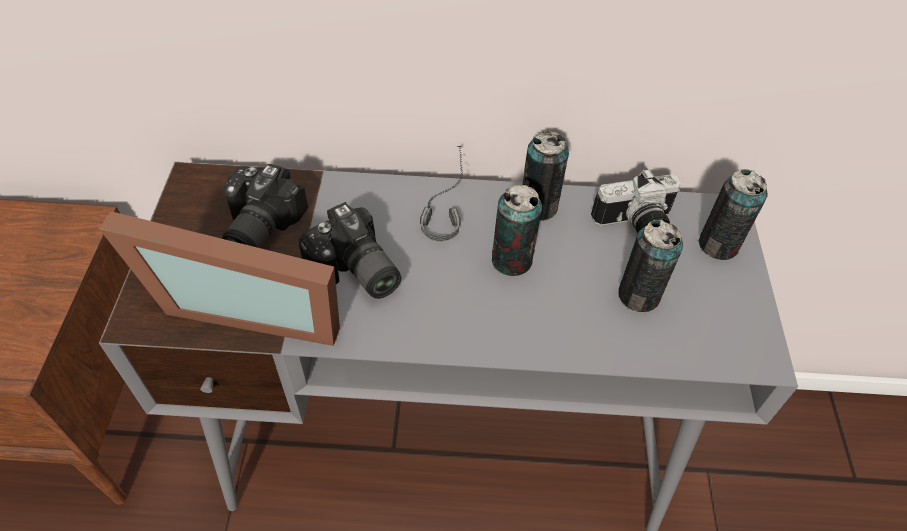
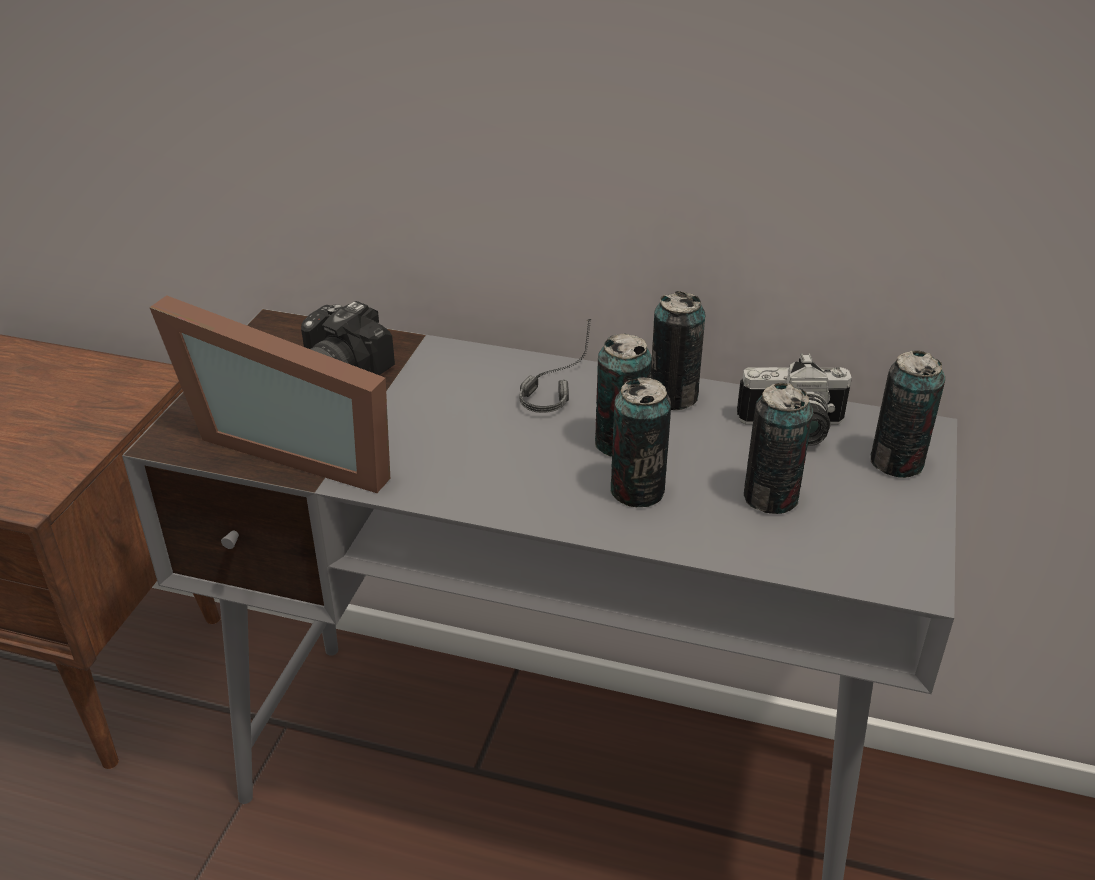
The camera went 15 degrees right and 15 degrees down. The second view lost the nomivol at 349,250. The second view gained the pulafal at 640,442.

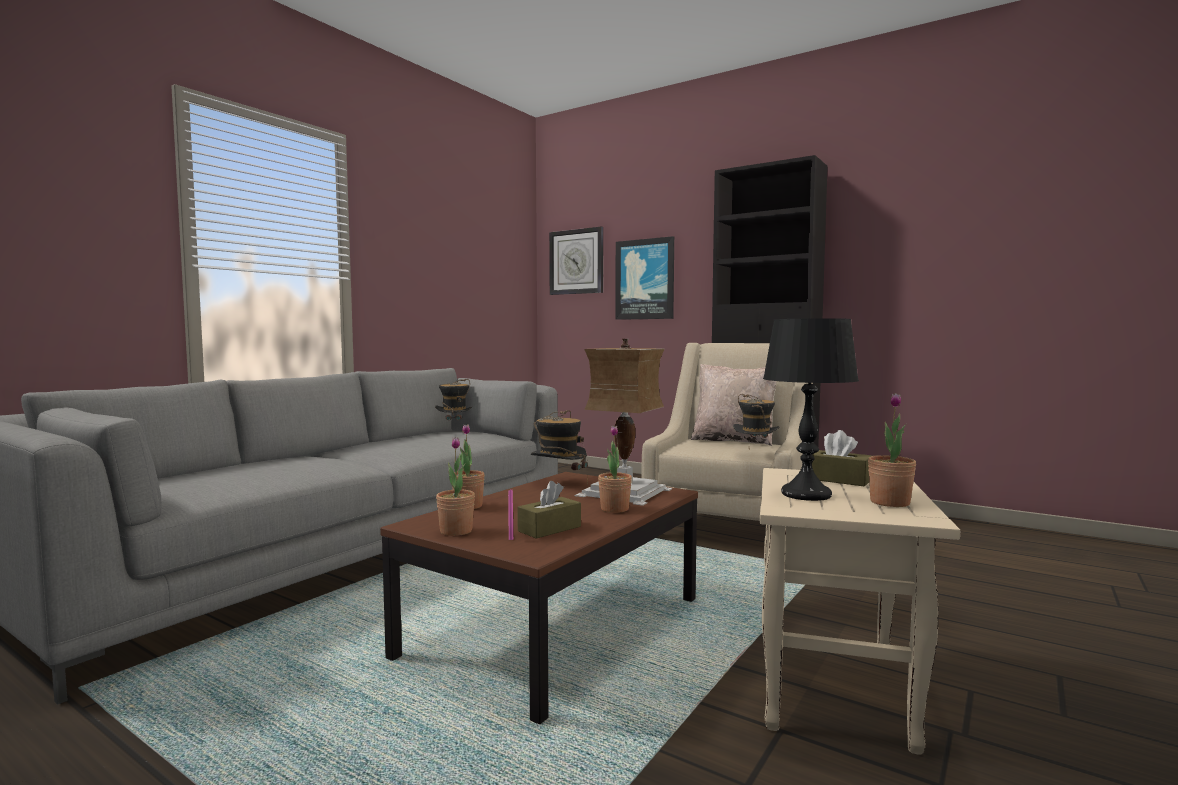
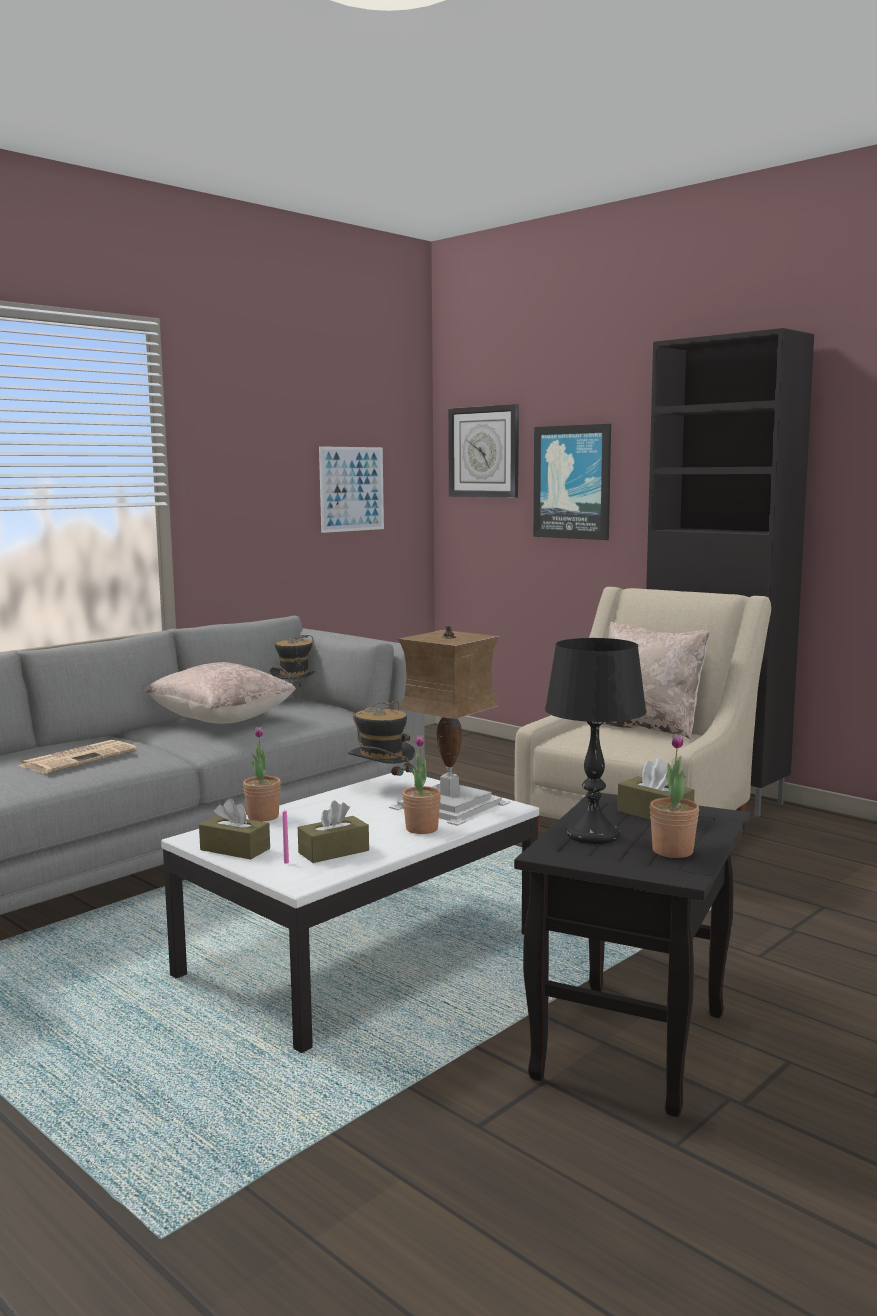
The camera went 10 degrees right and 5 degrees up. What was the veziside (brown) at 539,598 turned into the veziside (white) at 350,912. Where the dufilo stood at 455,486, the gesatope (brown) came to stand at 234,829. The second view lost the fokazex at 756,416. What was the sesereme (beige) at 860,611 turned into the sesereme (black) at 632,955. The second view gained the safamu at 77,757. The second view gained the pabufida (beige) at 220,693. The second view gained the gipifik at 351,489.

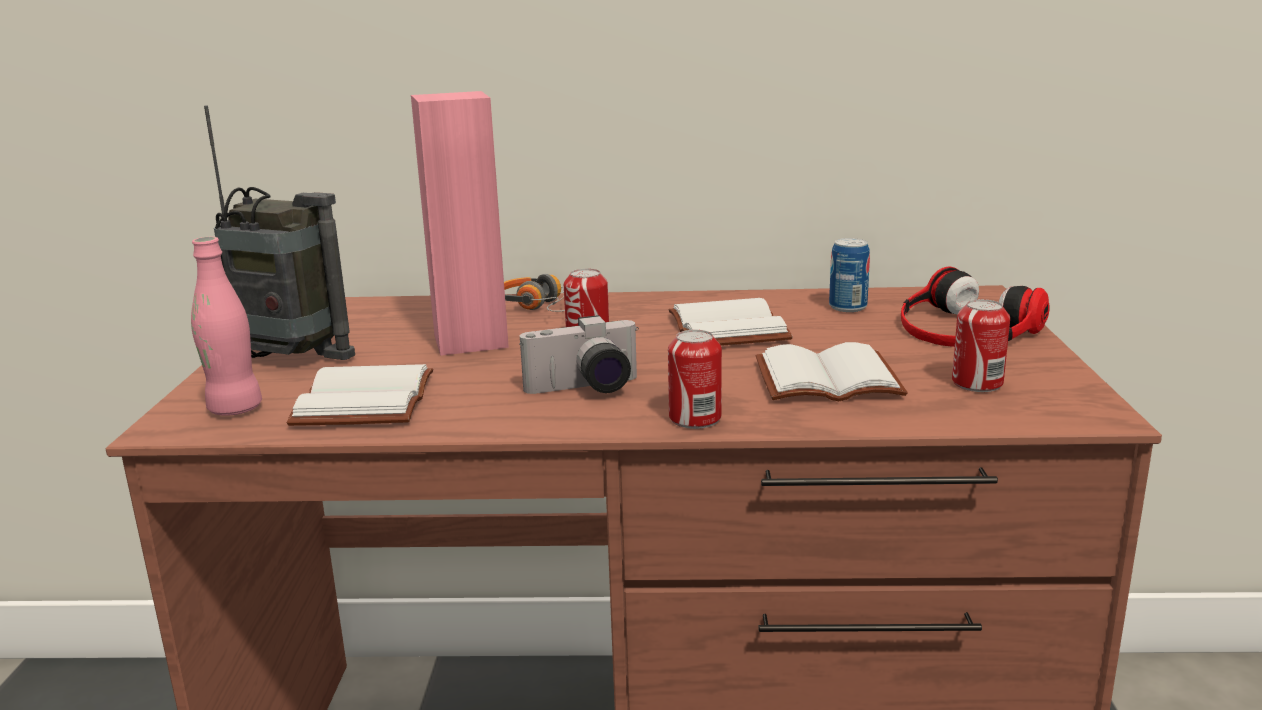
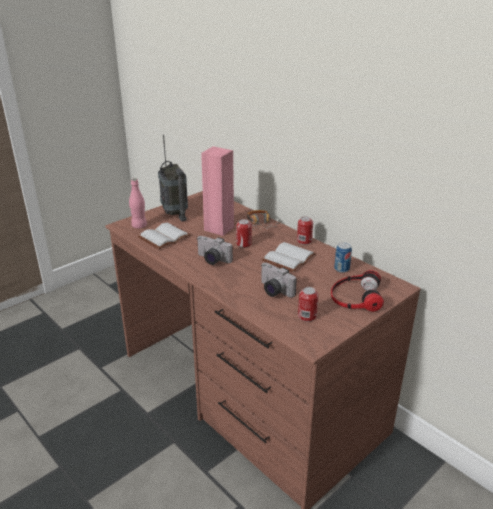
The camera went 45 degrees right and 10 degrees up. The pulafal ended up elsewhere, having gone from 695,379 to 305,230. Where the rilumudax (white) stood at 832,371, the nomivol came to stand at 279,280.

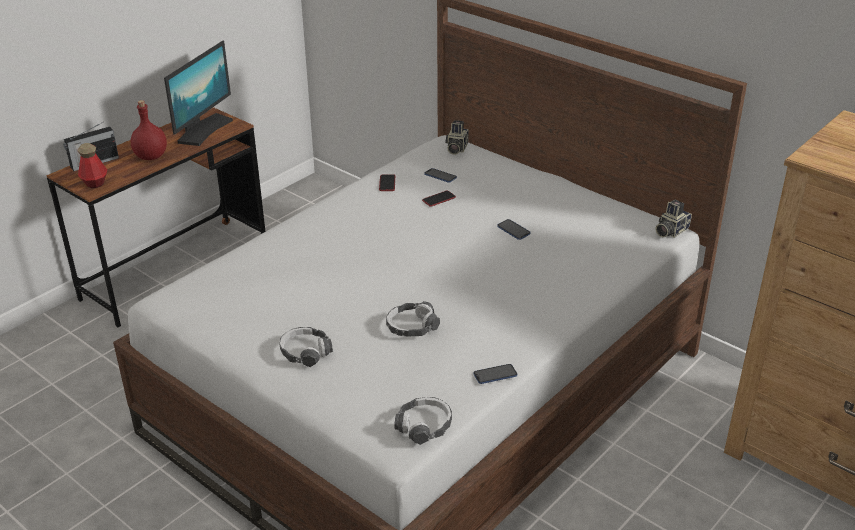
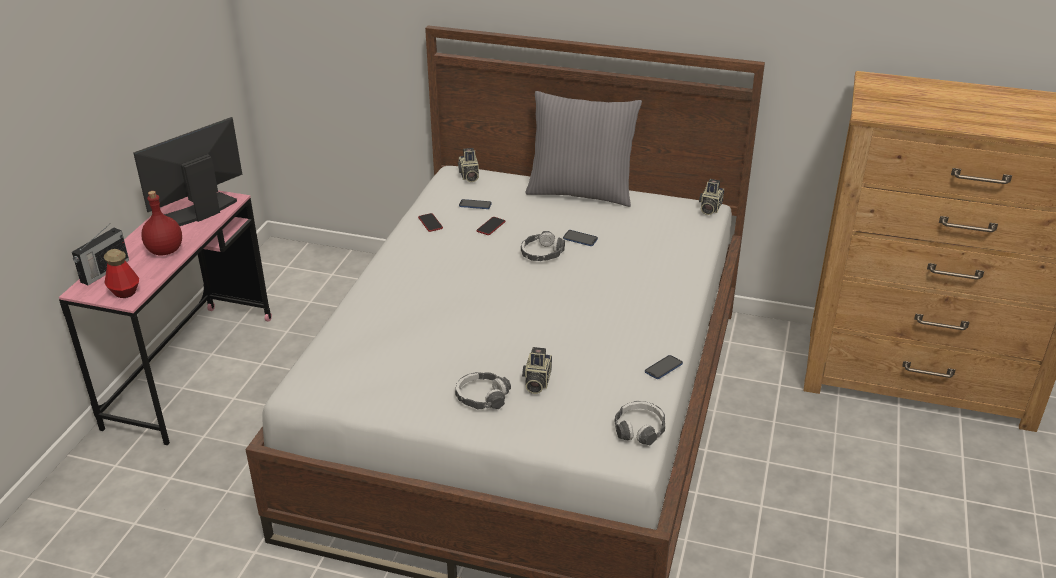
The camera went 25 degrees left and 0 degrees up. What was the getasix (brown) at 156,217 turned into the getasix (pink) at 165,317. The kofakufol at 198,93 ended up facing another way, 135 degrees counterclockwise from before. The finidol ended up elsewhere, having gone from 413,319 to 543,246. The second view gained the nomivol at 537,370. The second view gained the pabufida (grey) at 583,149.

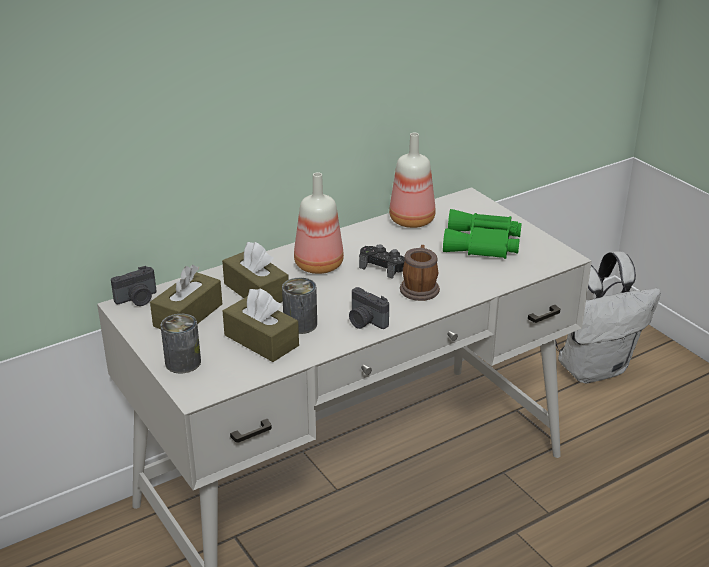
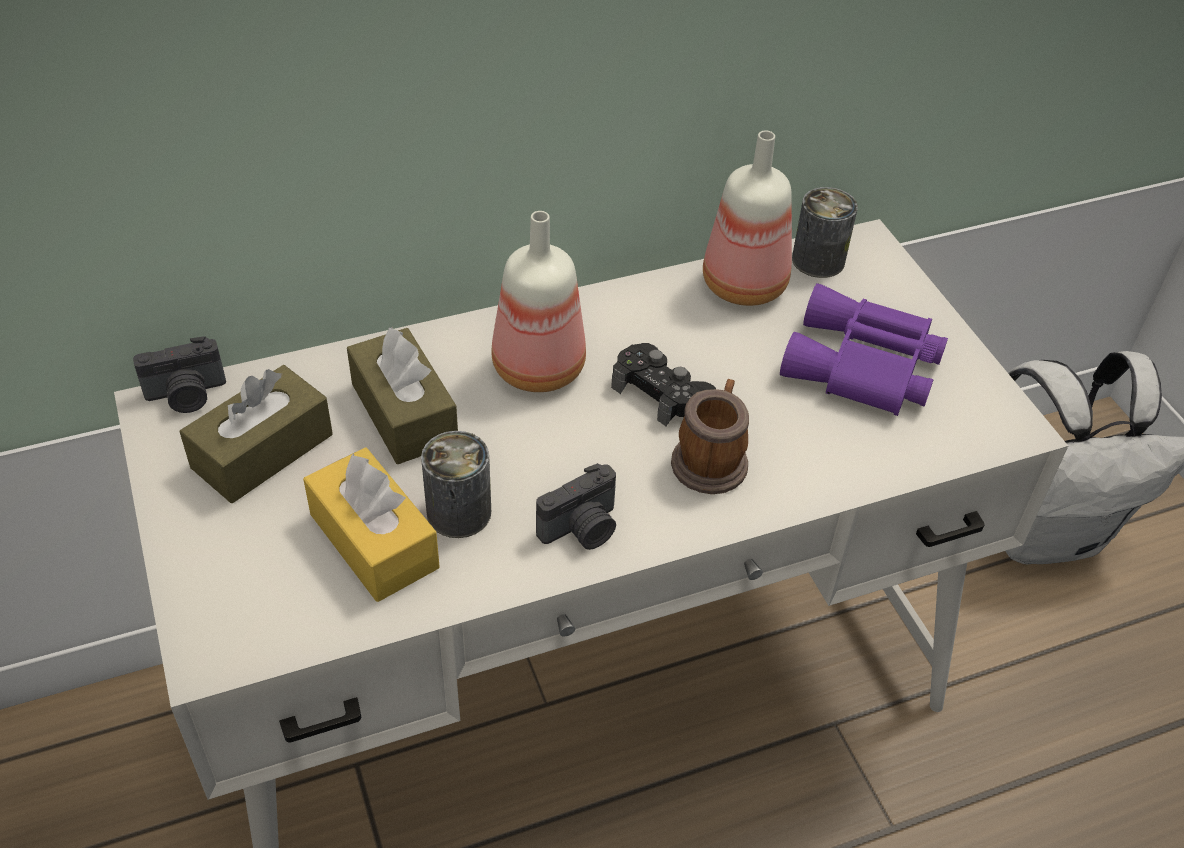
The camera went 10 degrees right and 15 degrees up. The pulafal ended up elsewhere, having gone from 180,343 to 825,232. What was the gesatope (brown) at 261,325 turned into the gesatope (yellow) at 371,524. The nomivol at 369,308 ended up facing another way, 90 degrees counterclockwise from before. What was the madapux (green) at 482,234 turned into the madapux (purple) at 864,349.

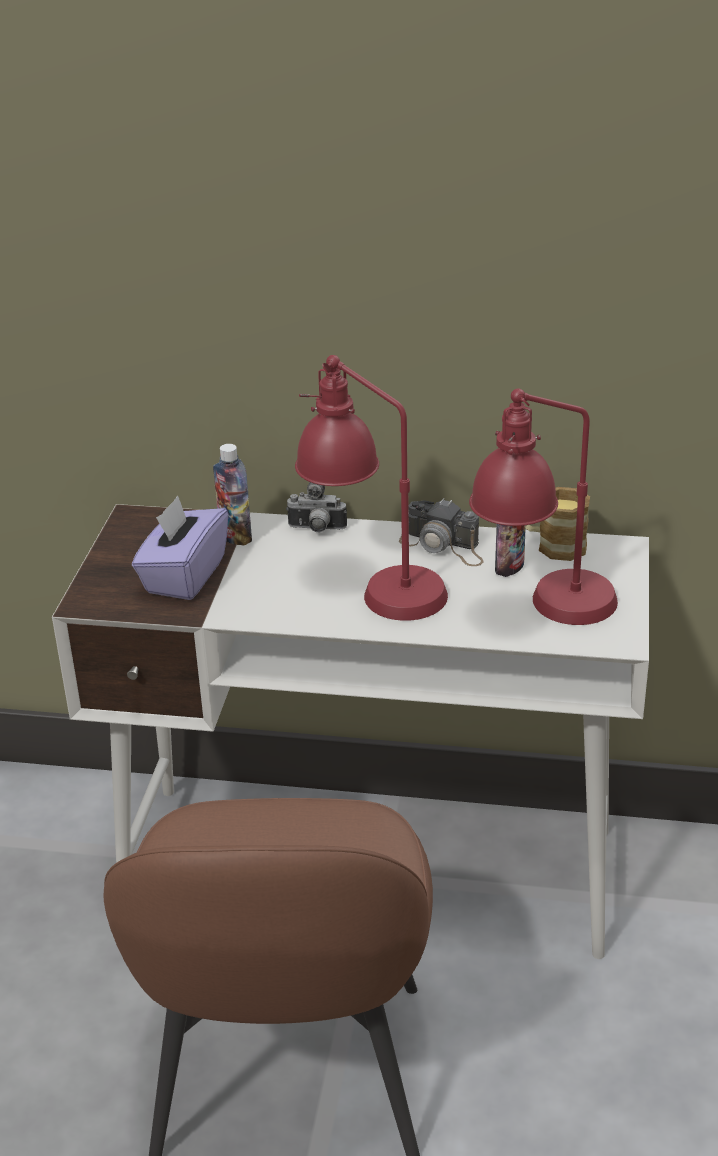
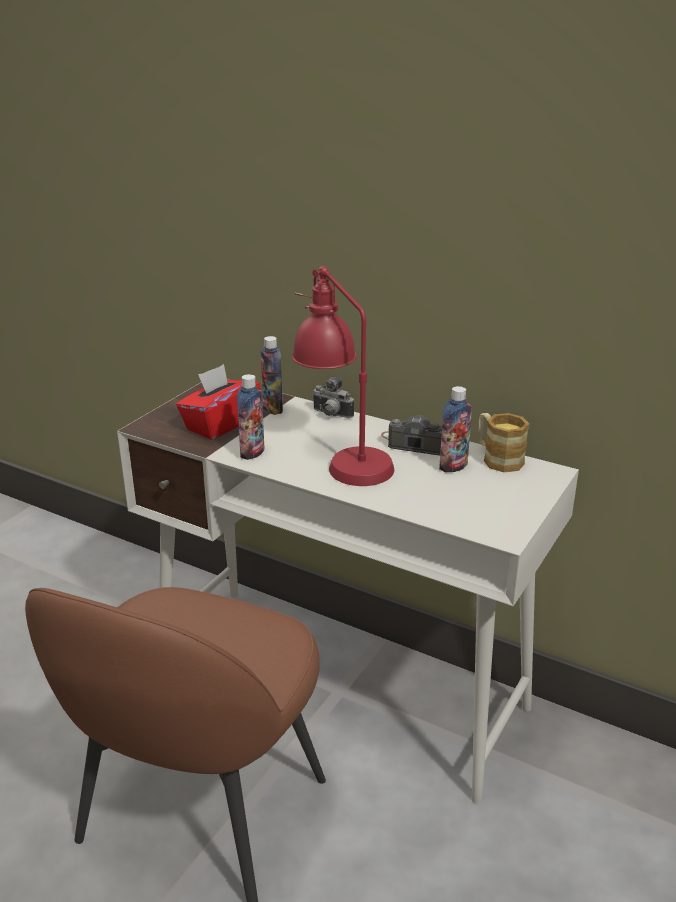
The camera went 20 degrees right and 5 degrees down. What was the gesatope (purple) at 180,548 turned into the gesatope (red) at 218,402. The nomivol at 441,532 ended up facing another way, 150 degrees clockwise from before. The second view lost the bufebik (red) at 543,507. The second view gained the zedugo at 251,417.

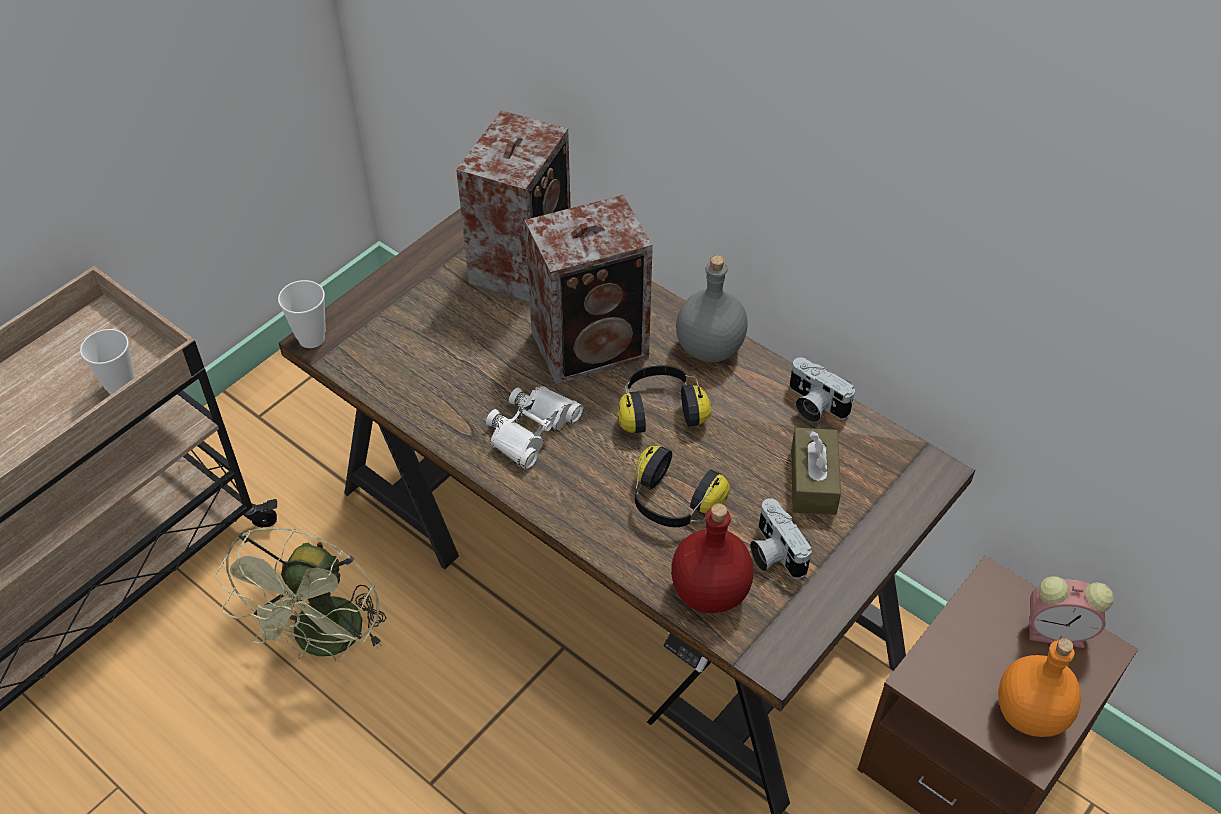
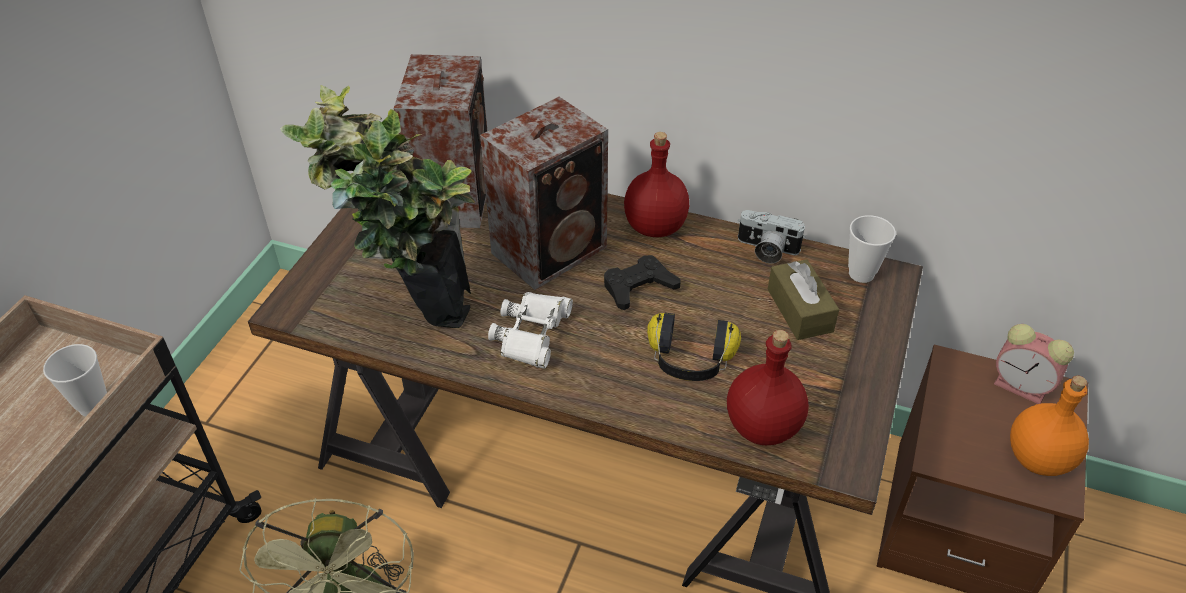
The camera went 20 degrees left and 5 degrees down. The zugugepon ended up elsewhere, having gone from 302,314 to 872,249. Where the finidol stood at 664,399, the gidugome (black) came to stand at 642,283. What was the zedugo (grey) at 712,308 turned into the zedugo (red) at 656,184. The second view lost the nomivol at 781,538. The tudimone at 1071,612 ended up facing another way, 45 degrees clockwise from before. The second view gained the dufilo at 377,206.

